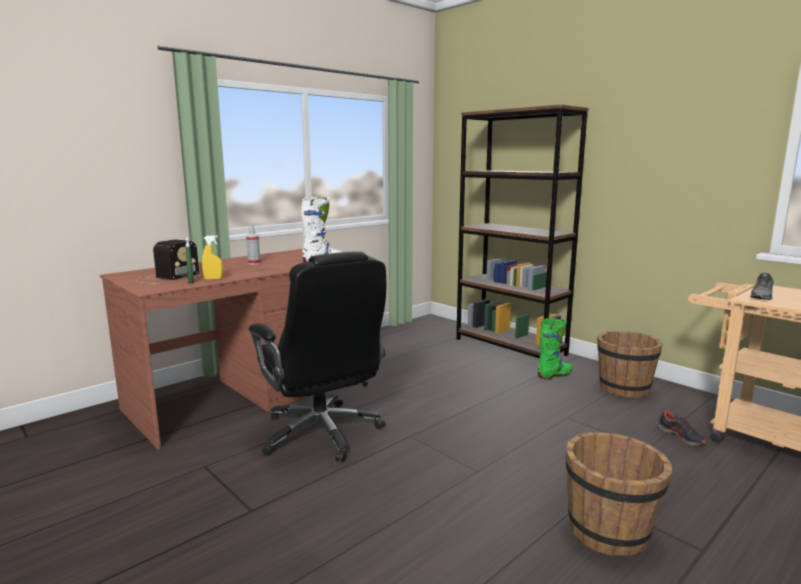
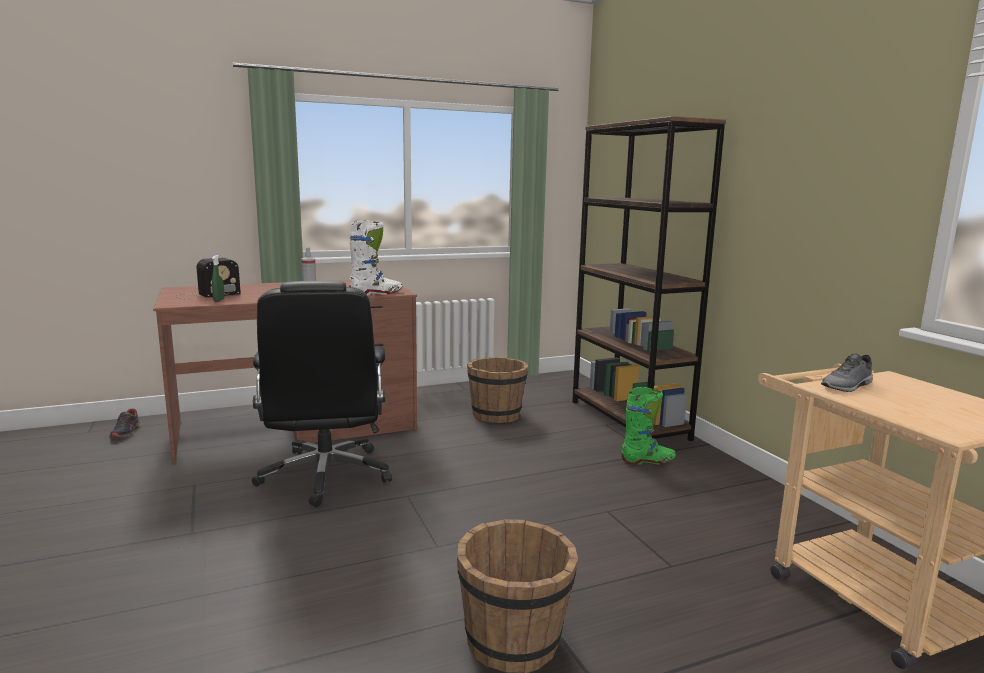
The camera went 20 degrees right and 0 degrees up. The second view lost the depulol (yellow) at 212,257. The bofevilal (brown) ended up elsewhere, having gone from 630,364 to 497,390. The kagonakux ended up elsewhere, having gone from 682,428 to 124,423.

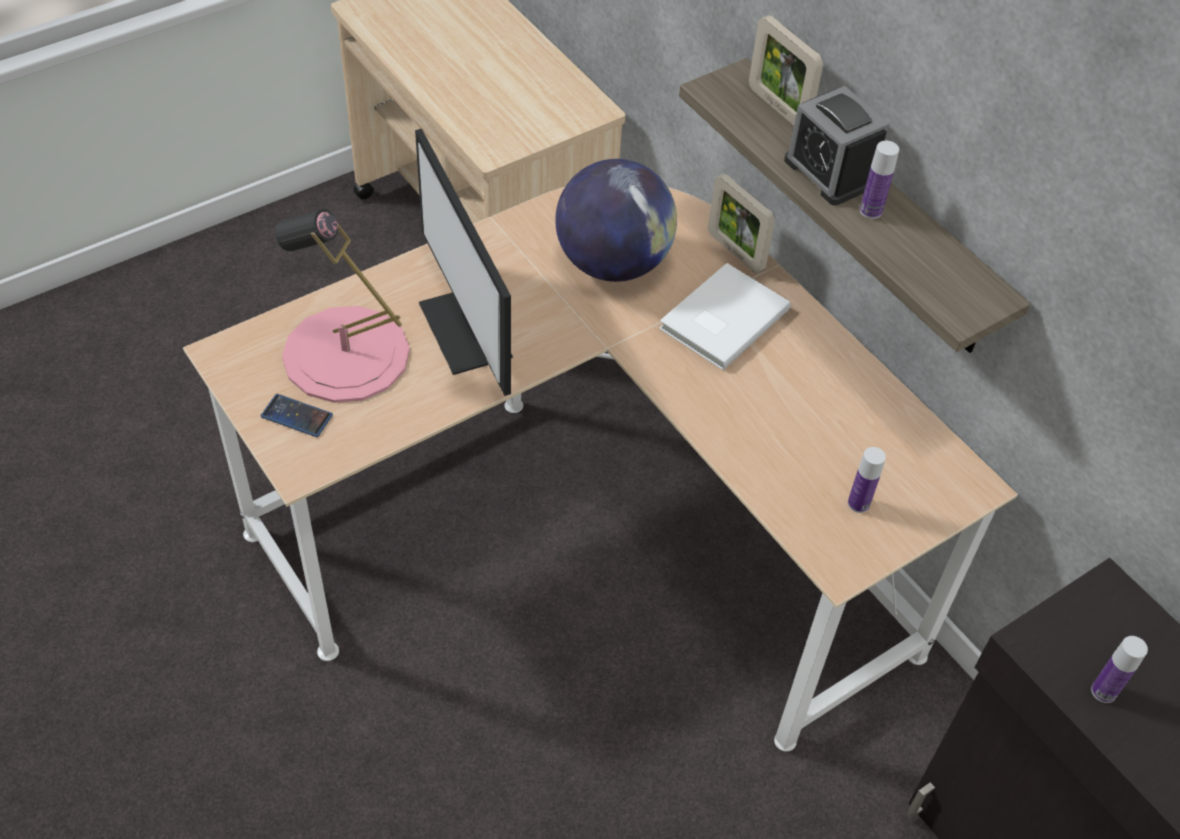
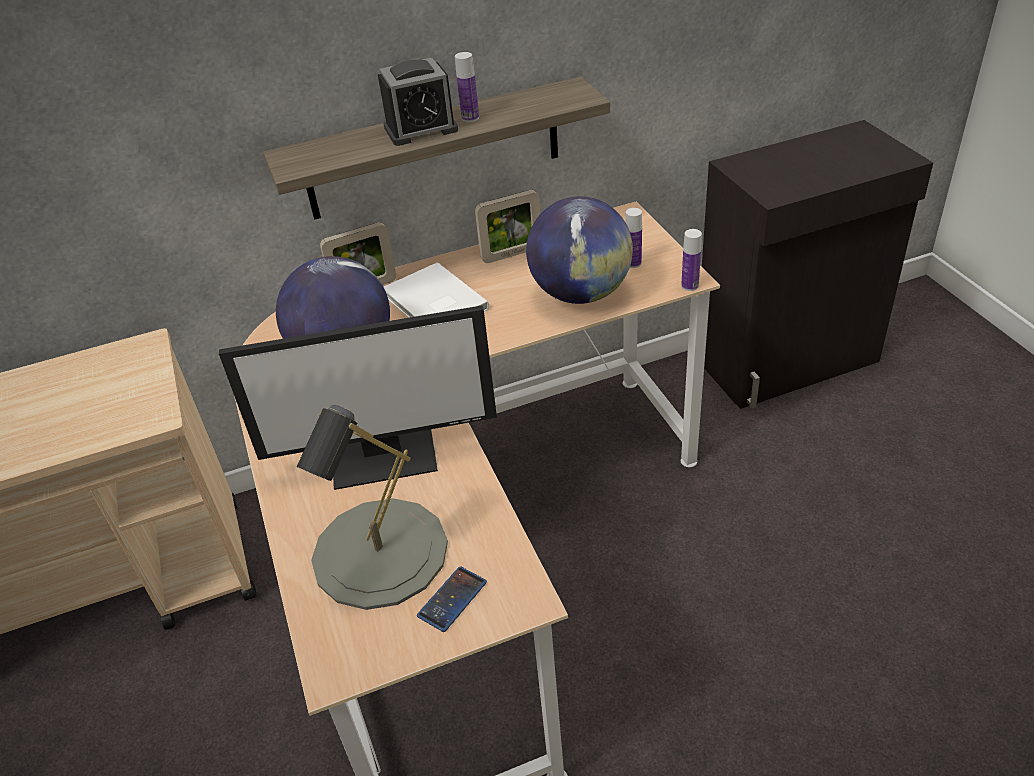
The camera went 70 degrees left and 10 degrees down. What was the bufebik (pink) at 342,306 turned into the bufebik (grey) at 372,507. The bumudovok ended up elsewhere, having gone from 786,70 to 507,226. The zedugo ended up elsewhere, having gone from 1119,669 to 691,260. The second view gained the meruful at 579,250.

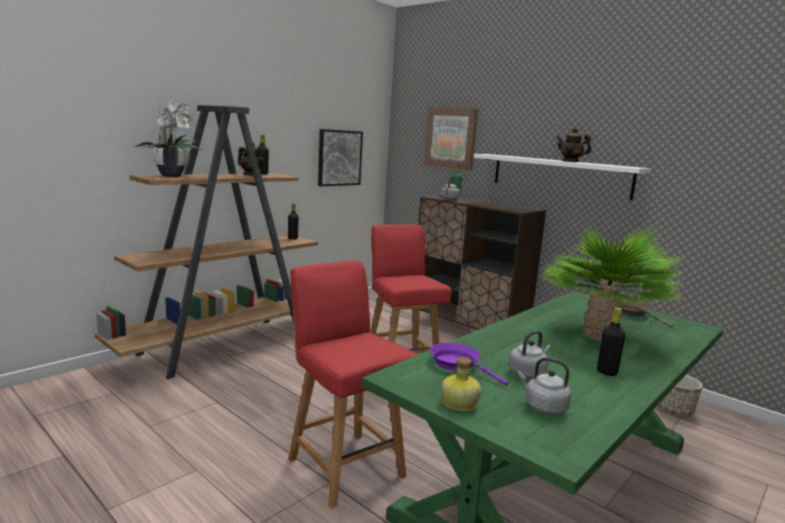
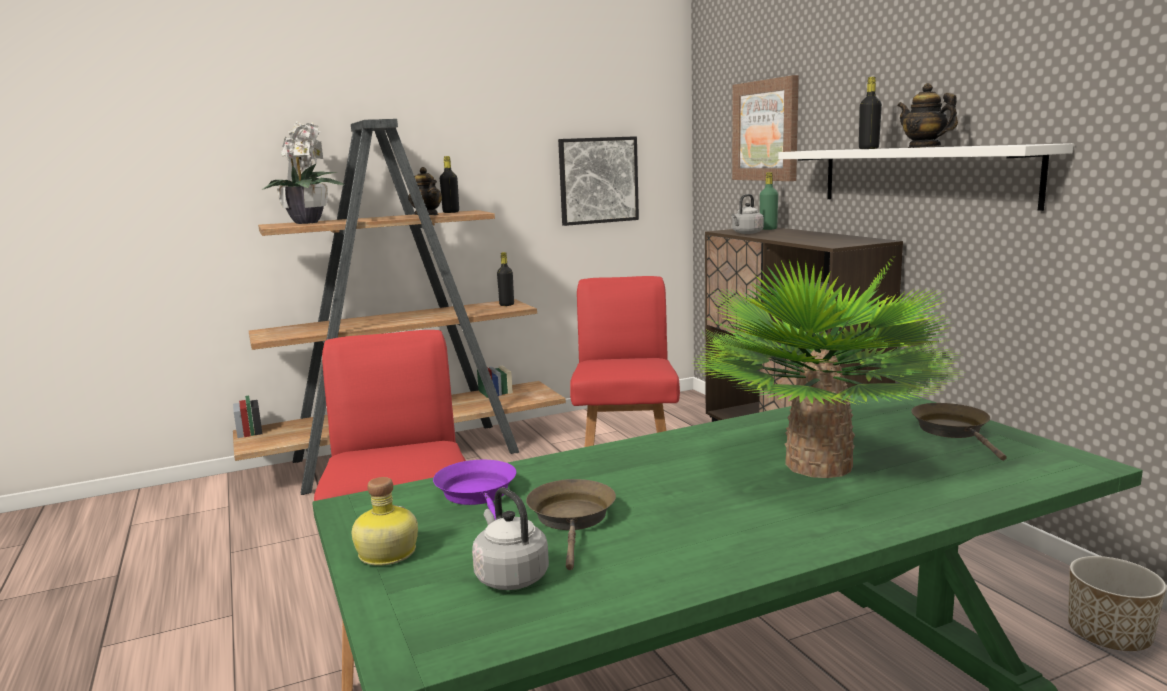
The camera went 25 degrees right and 0 degrees up. Where the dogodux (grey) stood at 530,354, the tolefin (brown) came to stand at 571,524. The zedugo (black) ended up elsewhere, having gone from 611,342 to 870,113.

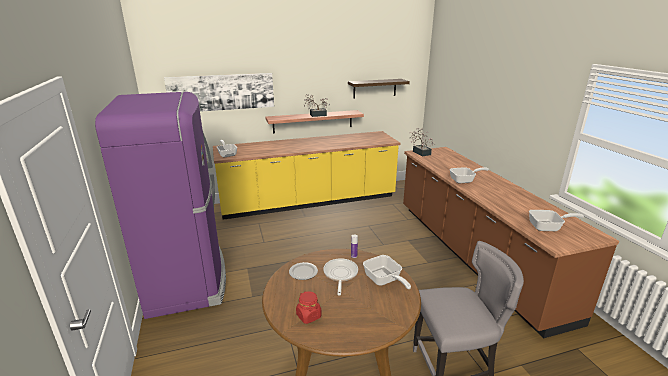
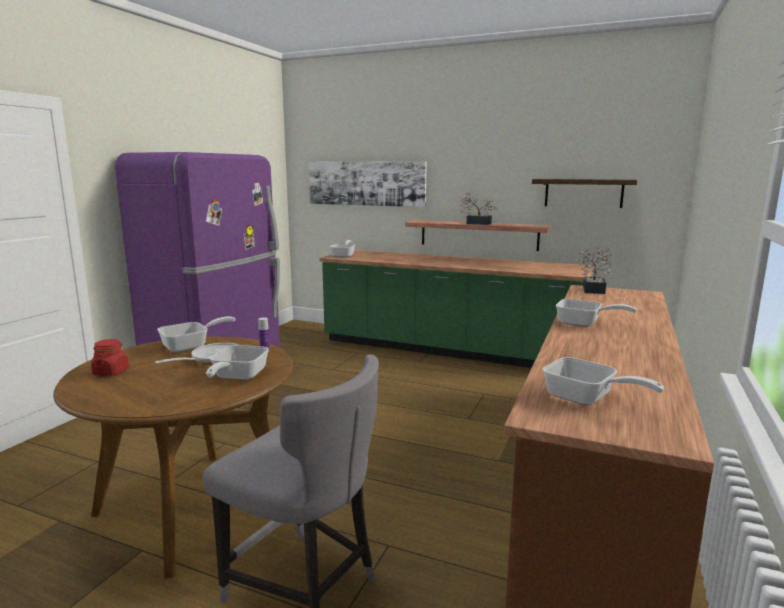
The camera went 40 degrees right and 10 degrees down. What was the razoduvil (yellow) at 306,175 turned into the razoduvil (green) at 456,309. Where the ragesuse stood at 303,271, the tolefin came to stand at 196,334.

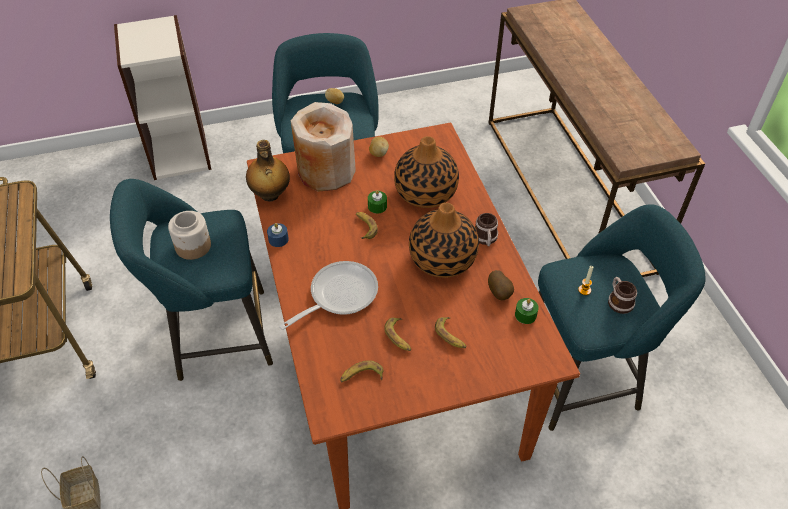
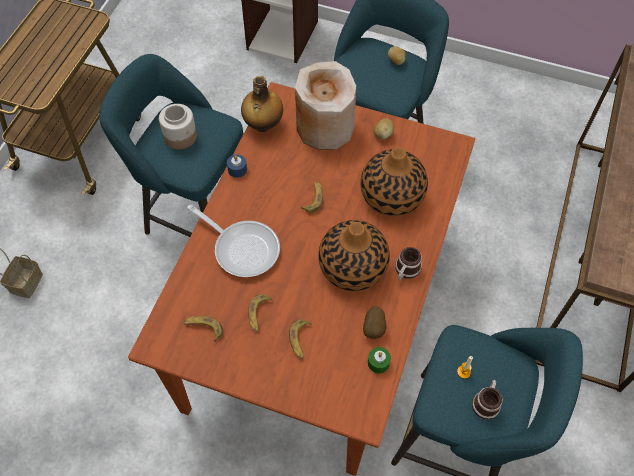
The camera went 35 degrees right and 10 degrees up. The tolefin at 328,295 ended up facing another way, 45 degrees clockwise from before. The second view lost the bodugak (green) at 377,202.

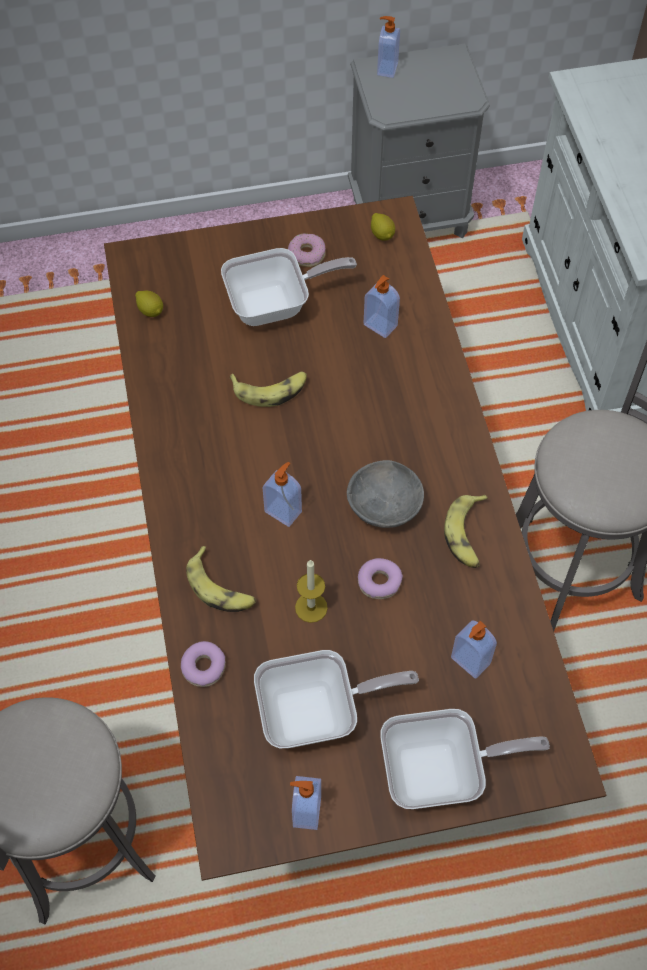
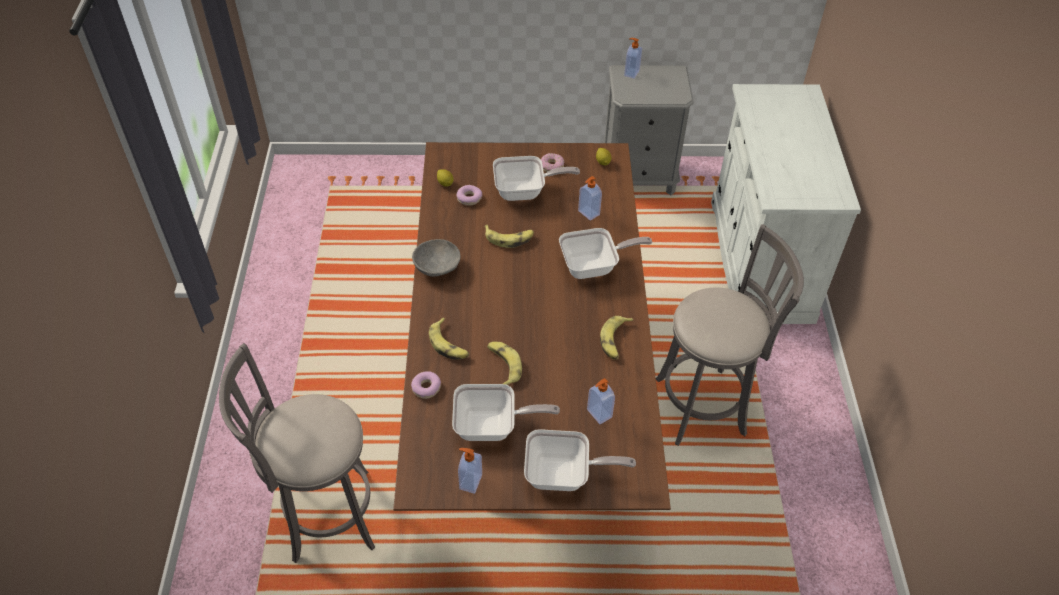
The camera went 10 degrees right and 10 degrees down. The second view lost the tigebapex at 282,494. Where the bodugak stood at 311,591, the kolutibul came to stand at 504,363. The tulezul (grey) ended up elsewhere, having gone from 385,494 to 436,258. The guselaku ended up elsewhere, having gone from 380,578 to 469,195. The second view gained the tolefin at 605,253.

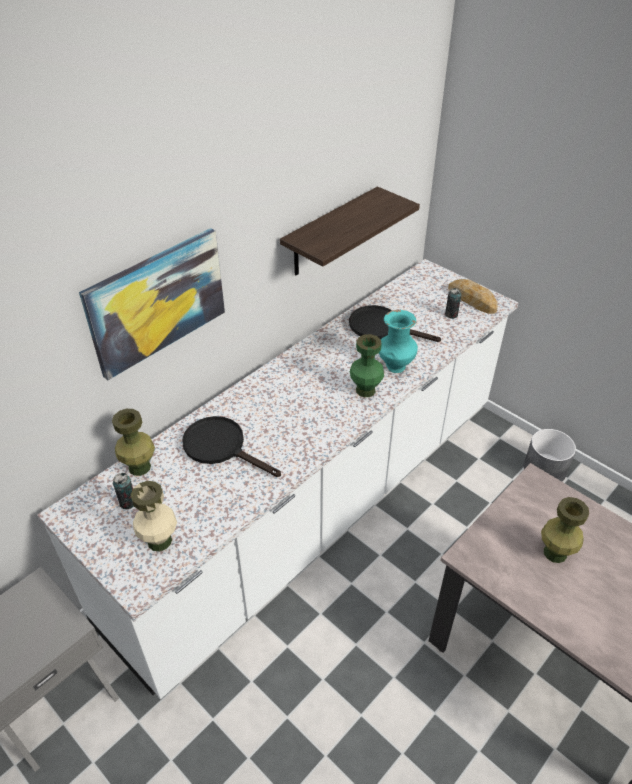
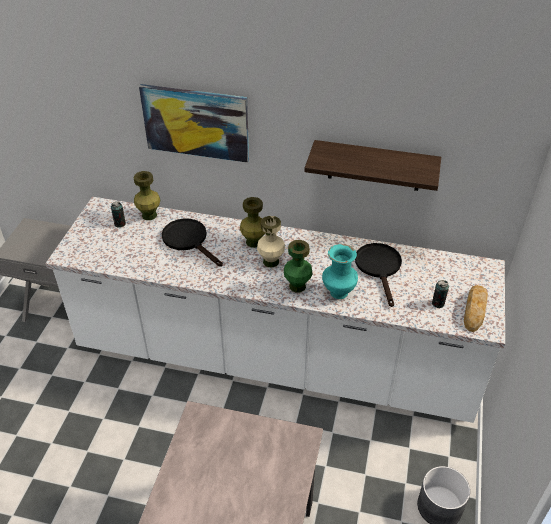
The camera went 60 degrees right and 0 degrees up. The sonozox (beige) ended up elsewhere, having gone from 154,516 to 271,241. The tolefin (black) at 231,446 ended up facing another way, 45 degrees counterclockwise from before. The sonozox (green) ended up elsewhere, having gone from 565,530 to 252,222.

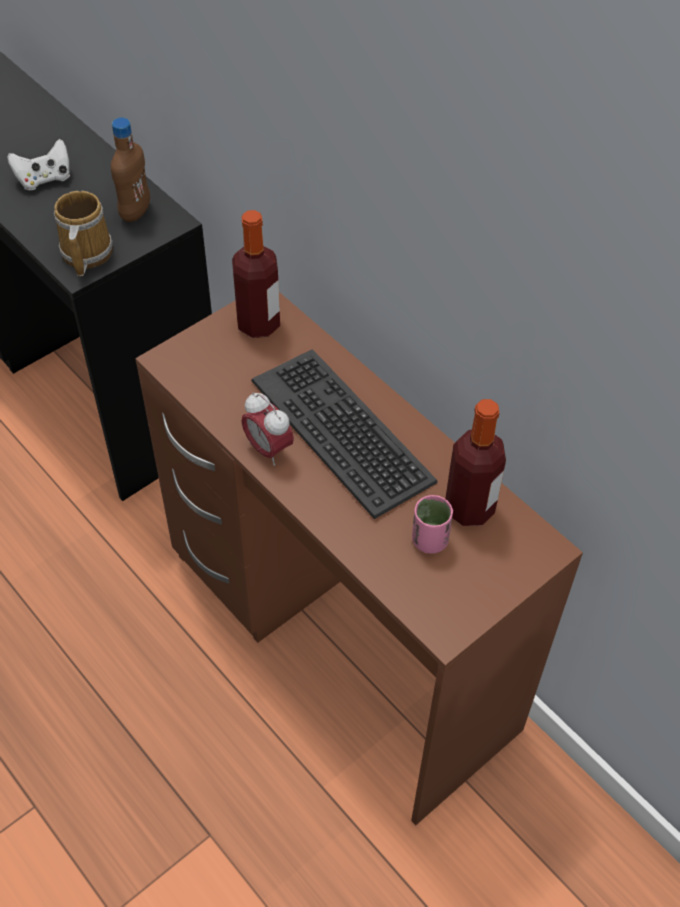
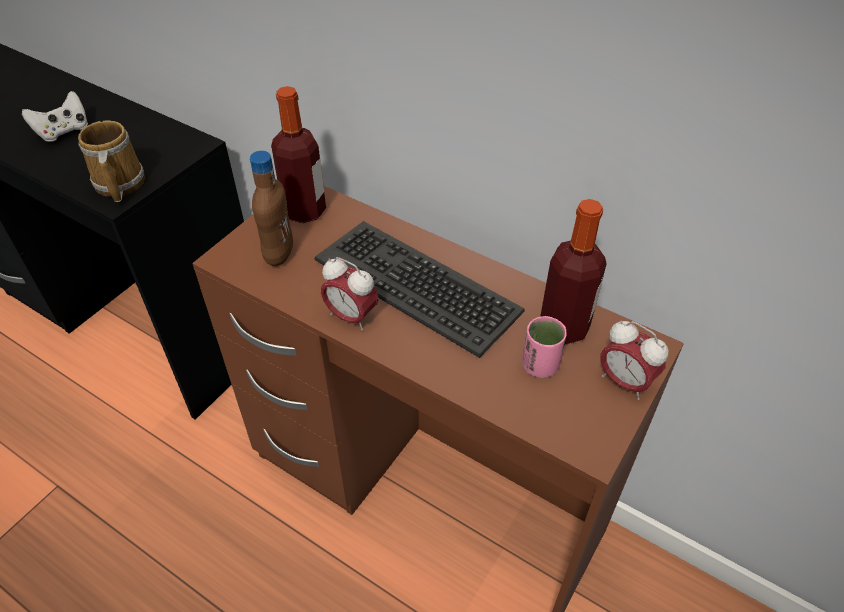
The camera went 15 degrees left and 5 degrees down. The zedugo (brown) ended up elsewhere, having gone from 130,170 to 271,208. The second view gained the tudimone at 634,360.

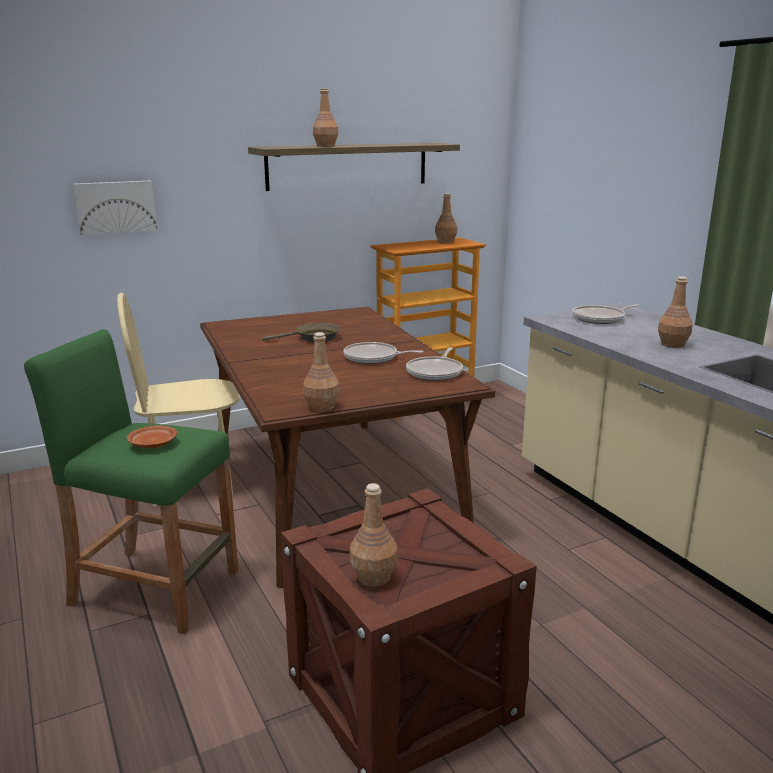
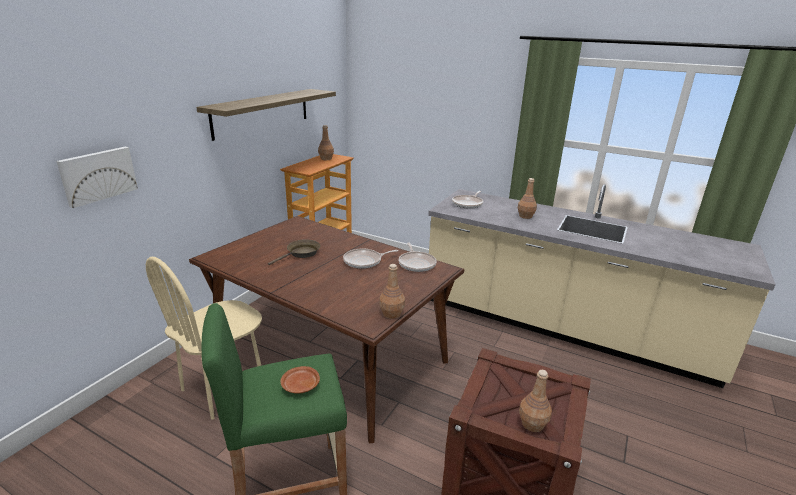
The camera went 35 degrees left and 5 degrees up. The second view lost the zedugo (brown) at 325,117.

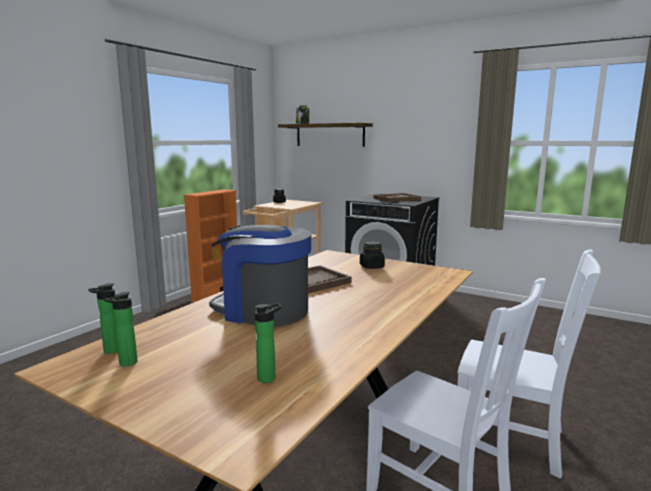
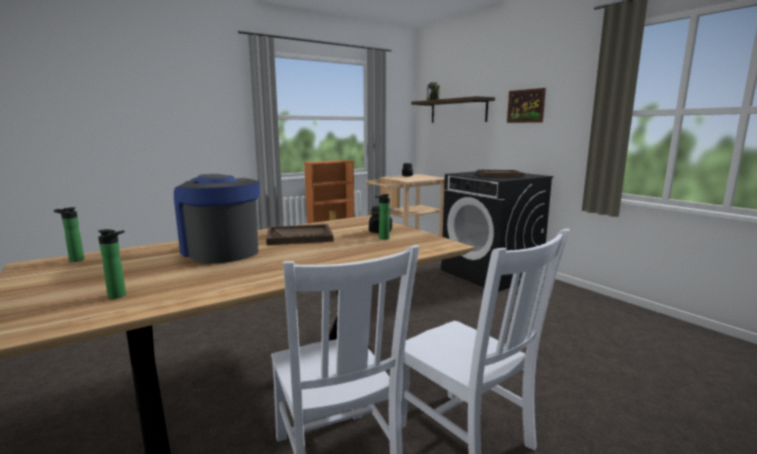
The camera went 25 degrees right and 0 degrees up. The zedugo ended up elsewhere, having gone from 120,329 to 382,217. The second view gained the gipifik at 526,105.

